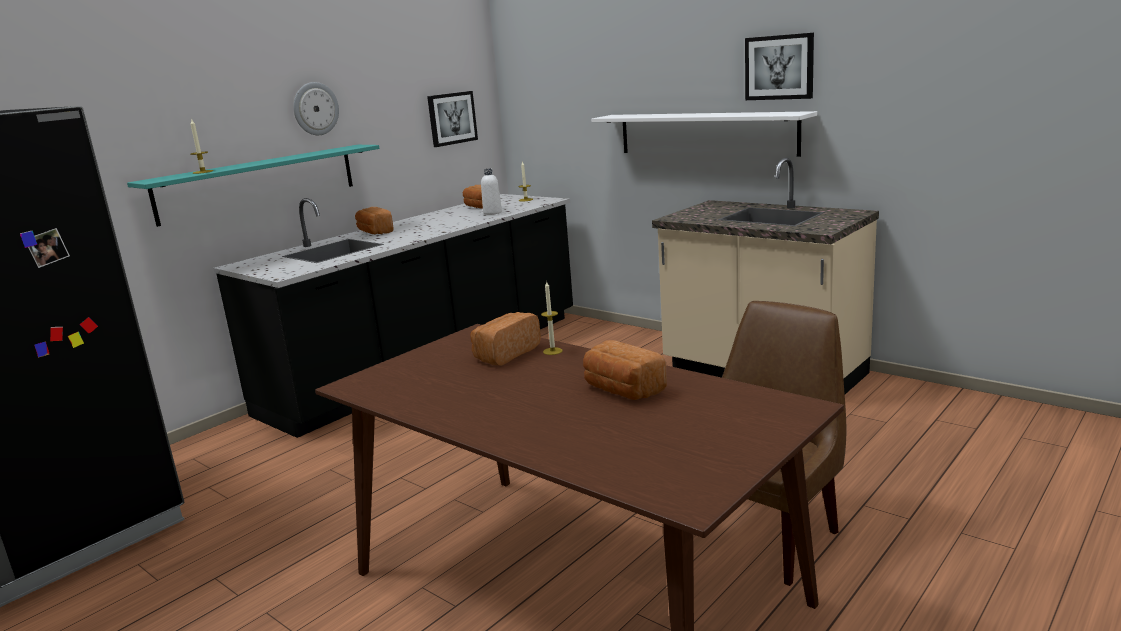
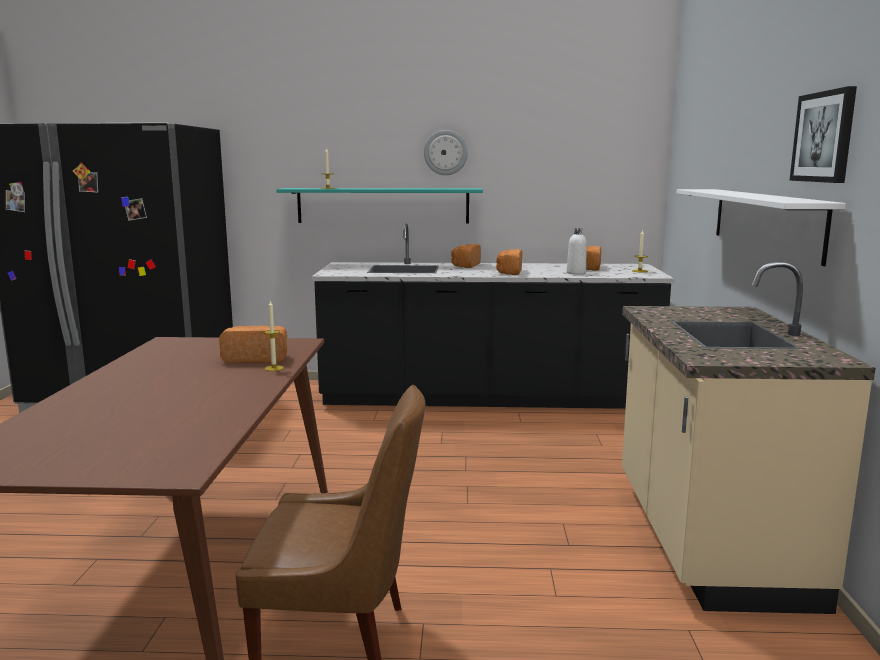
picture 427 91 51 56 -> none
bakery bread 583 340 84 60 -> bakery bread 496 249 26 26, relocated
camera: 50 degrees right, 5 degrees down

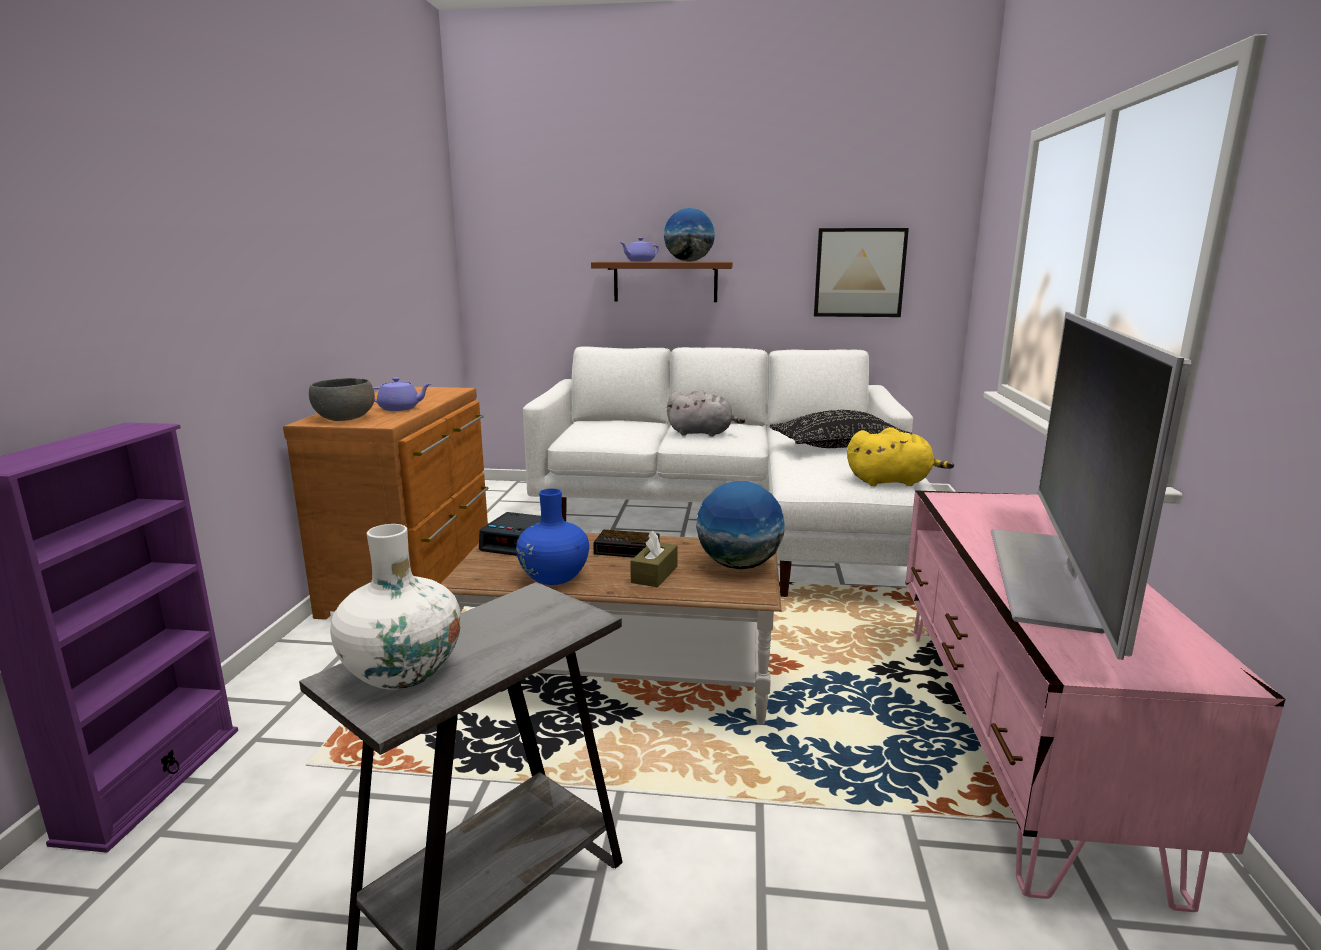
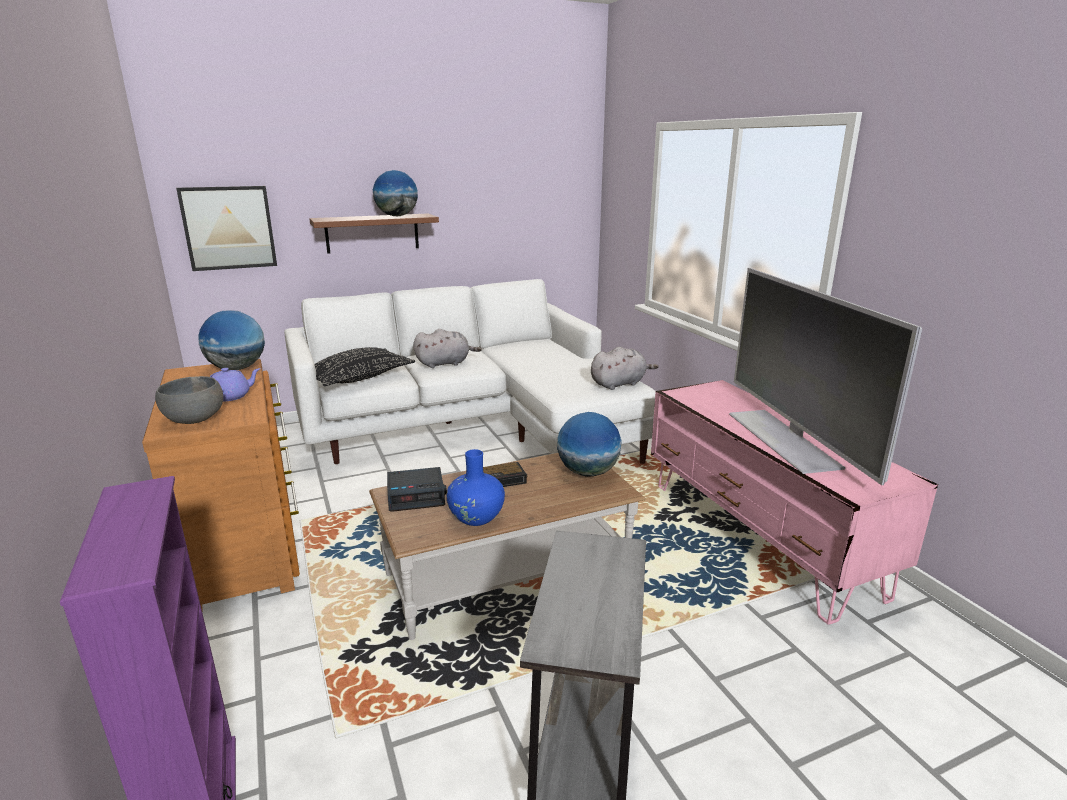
decorative vase (white) 330 524 131 166 -> none
pot for tea (purplish) 621 238 38 24 -> none
tissue holder (brown-coloured) 630 530 48 58 -> none
none -> globe 198 310 67 60
throw pillow (black) 770 410 142 38 -> throw pillow (black) 315 347 100 39, relocated
picture 814 228 95 89 -> picture 176 186 101 85, relocated
plush toy (yellow-coloured) 847 427 107 59 -> plush toy (grey) 591 347 67 43
camera: 30 degrees left, 5 degrees up

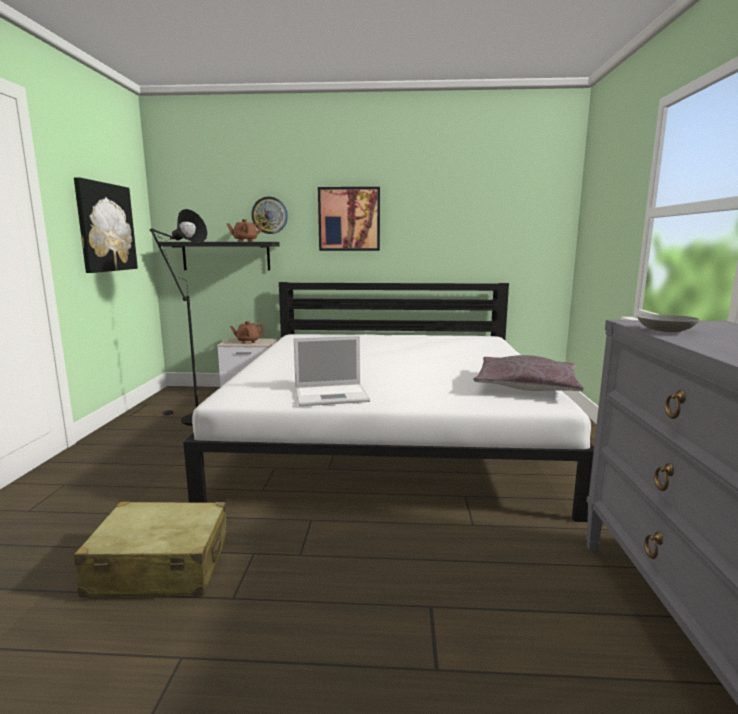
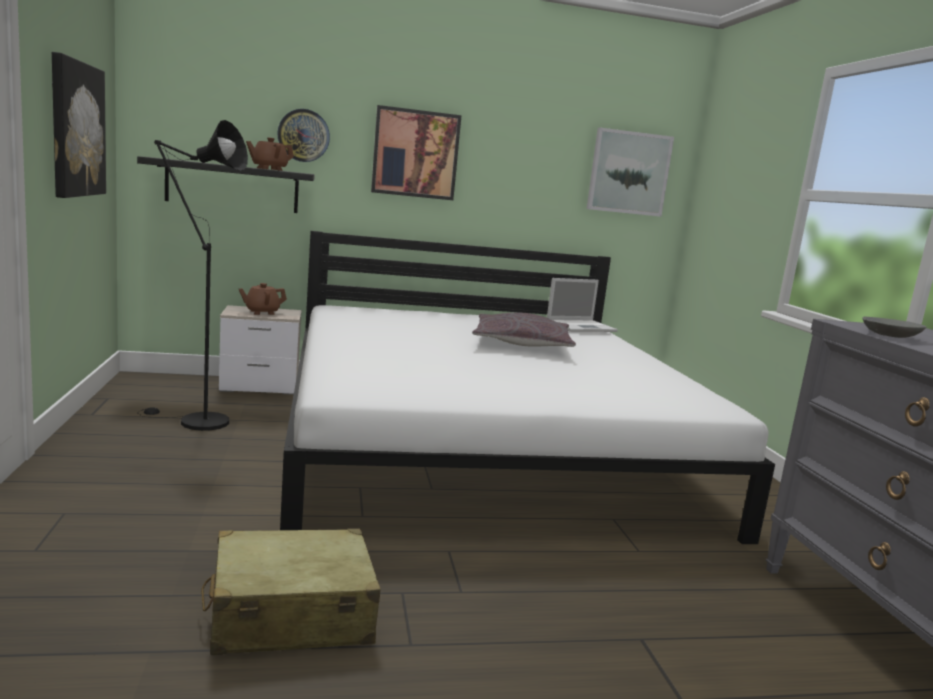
none -> picture 587 128 87 89
laptop 294 336 76 70 -> laptop 547 278 71 54, relocated
throw pillow (grey) 473 355 111 36 -> throw pillow (grey) 472 312 104 35, relocated
camera: 15 degrees left, 0 degrees up

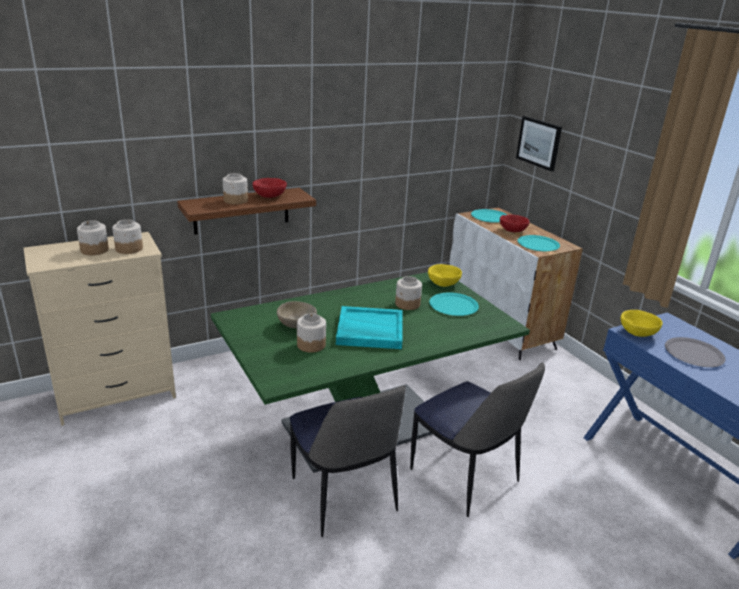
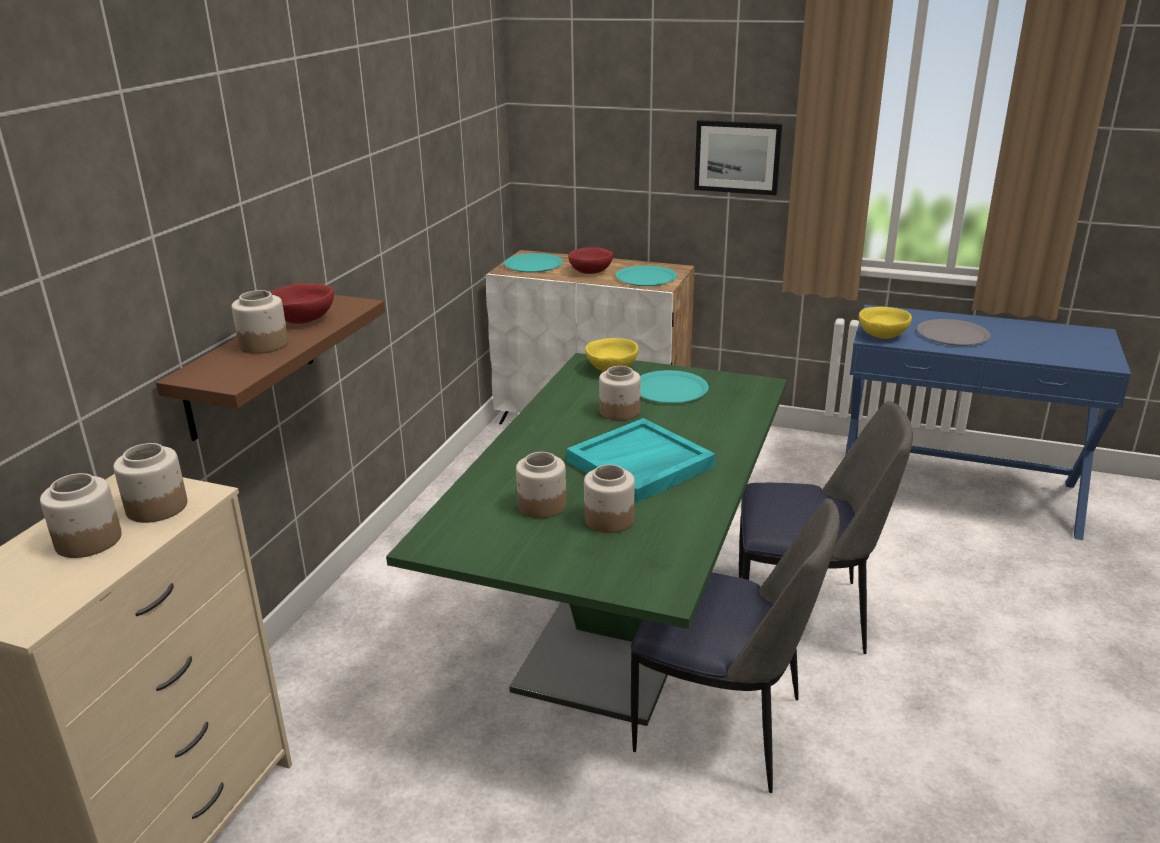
picture 516 116 46 55 -> picture 694 120 88 75, relocated
serving bowl (sand-coloured) 277 301 40 27 -> jar 516 452 50 66
camera: 40 degrees left, 0 degrees up

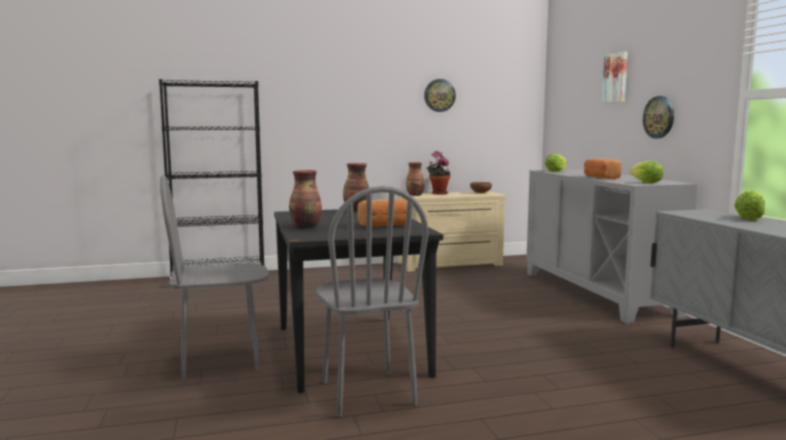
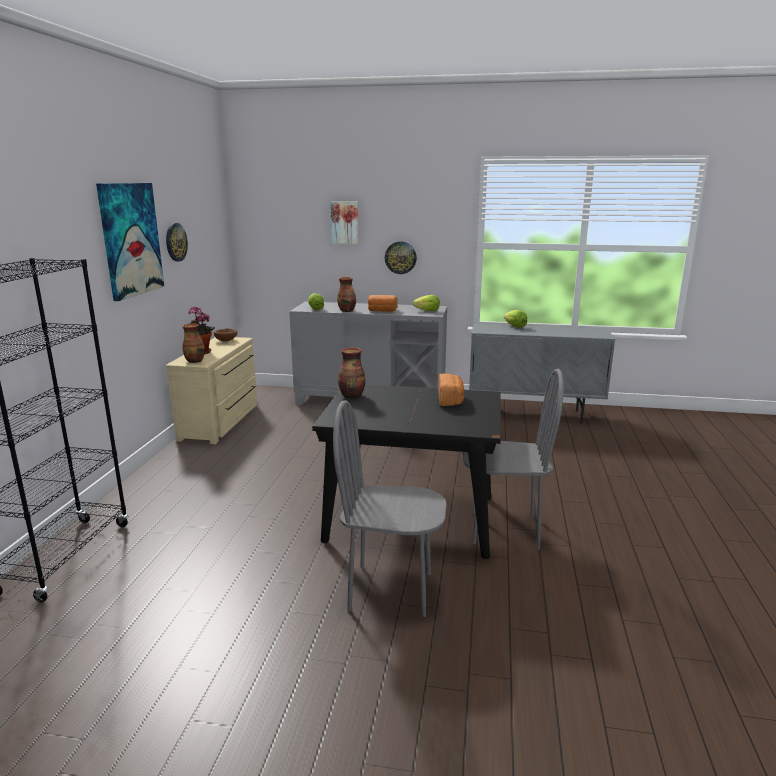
none -> picture 96 183 68 118
decorative vase 289 170 33 58 -> decorative vase 337 277 19 35, relocated
upright chair (grey) 160 175 109 205 -> upright chair (grey) 333 401 114 216, 90 degrees clockwise
camera: 65 degrees left, 10 degrees up

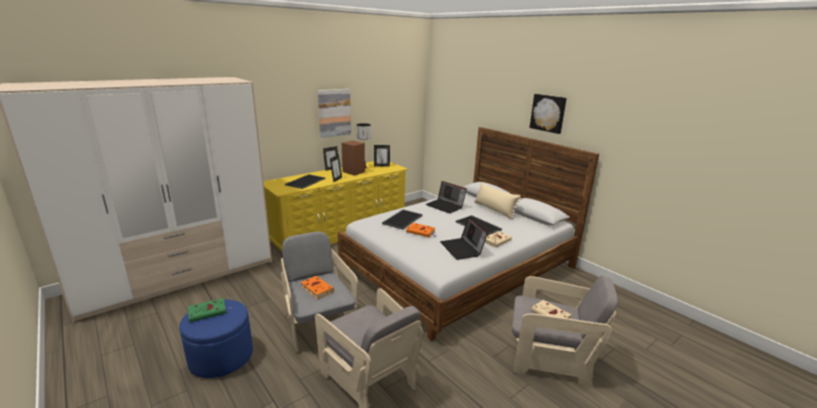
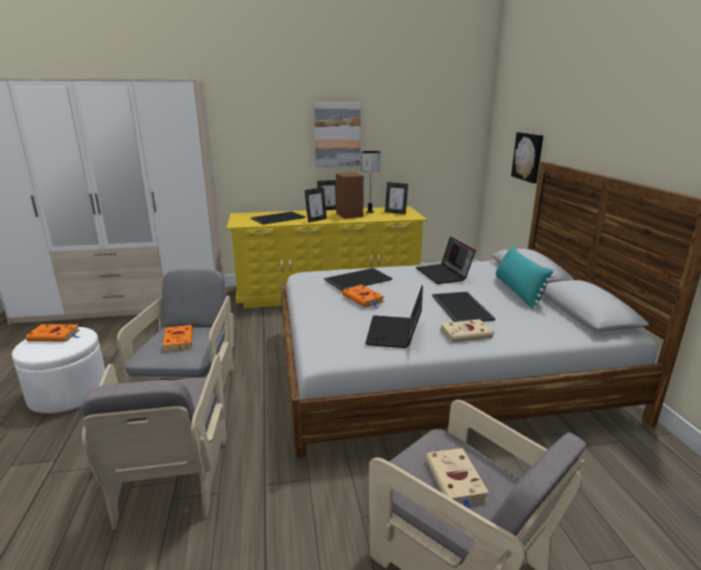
picture 530 94 37 40 -> picture 511 132 32 51, relocated
pouffe (blue) 179 300 74 78 -> pouffe (white) 12 327 93 87
book (greenish) 188 298 44 24 -> book (orangey) 26 324 54 18
throw pillow (sand-coloured) 474 182 48 37 -> throw pillow (turquoise) 496 246 59 63
camera: 30 degrees right, 0 degrees up

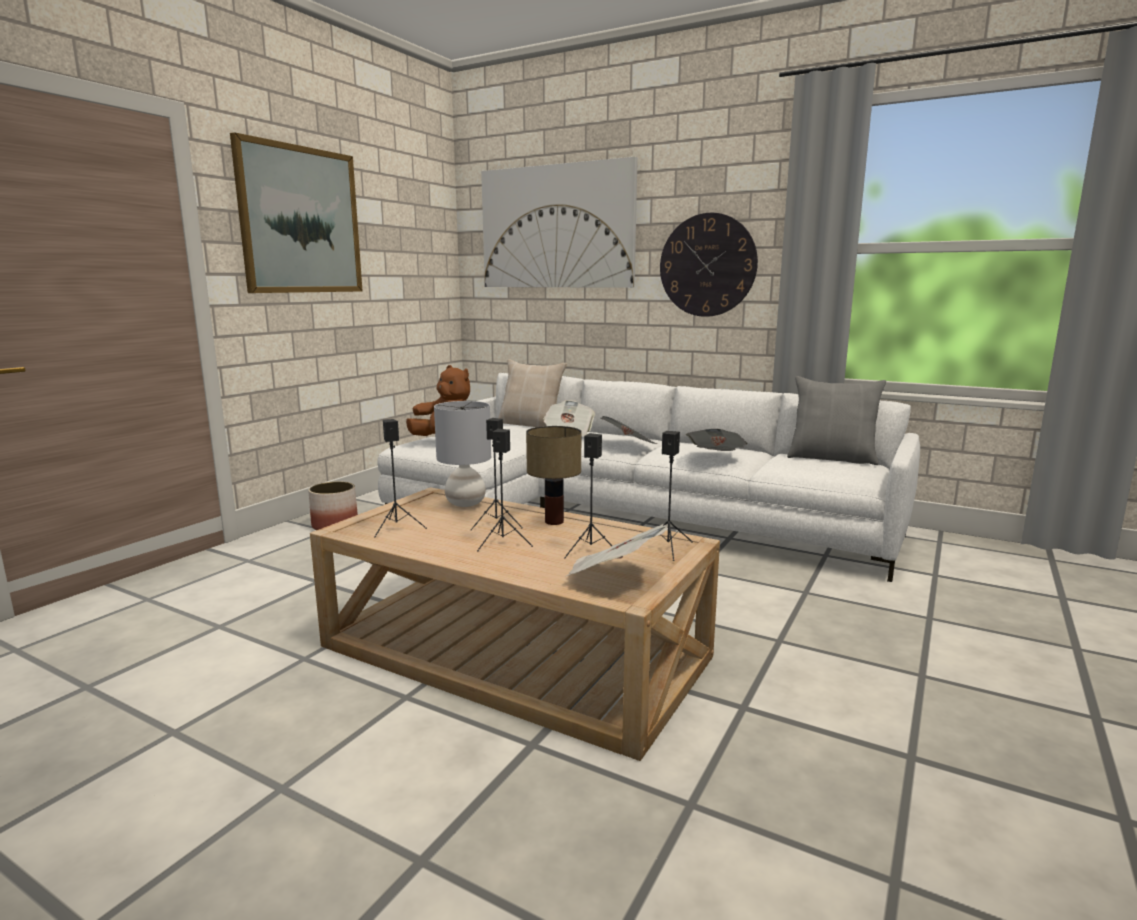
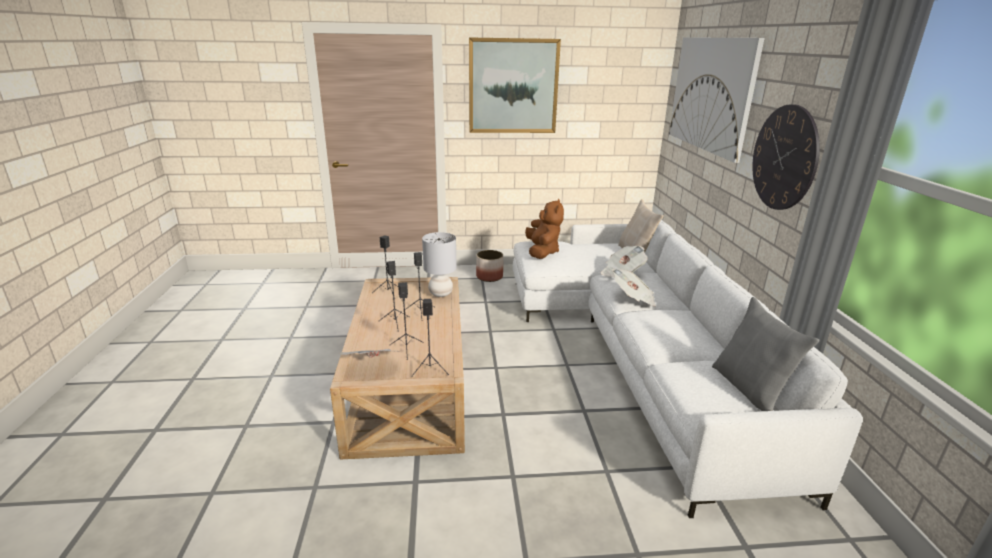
lamp for a table 526 426 55 99 -> none
daily paper 686 429 62 22 -> none
camera: 55 degrees right, 10 degrees up

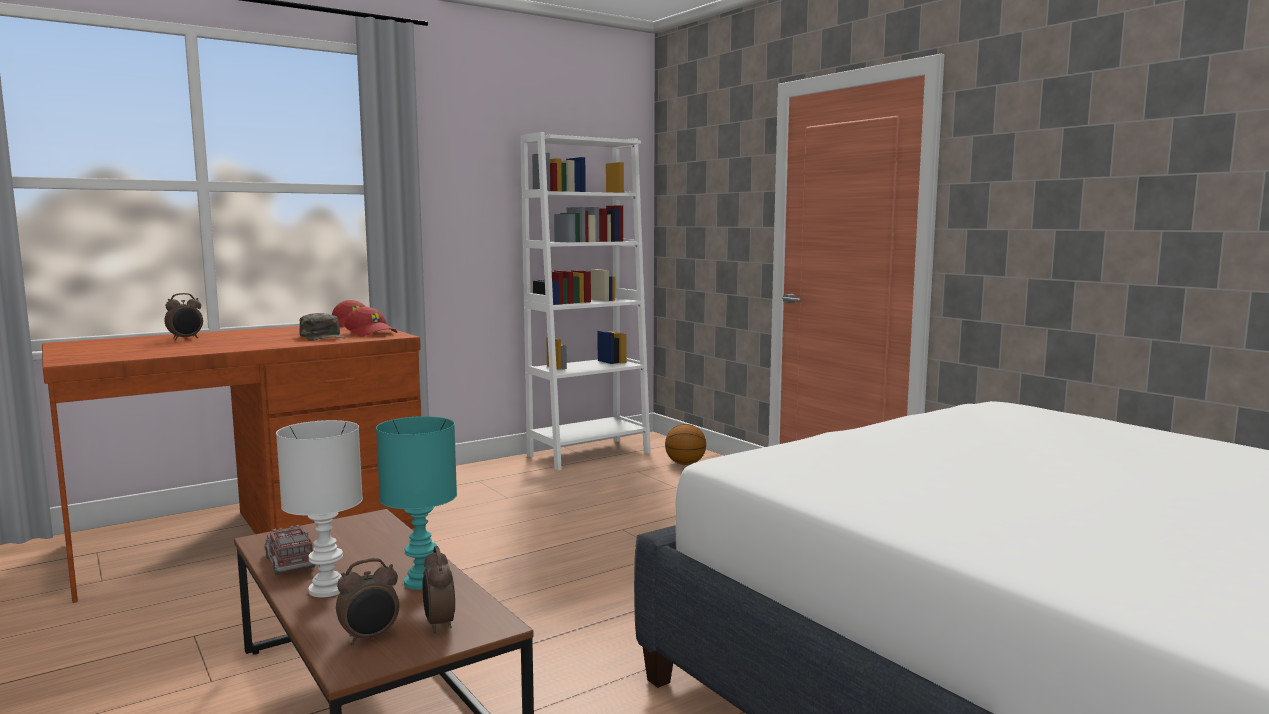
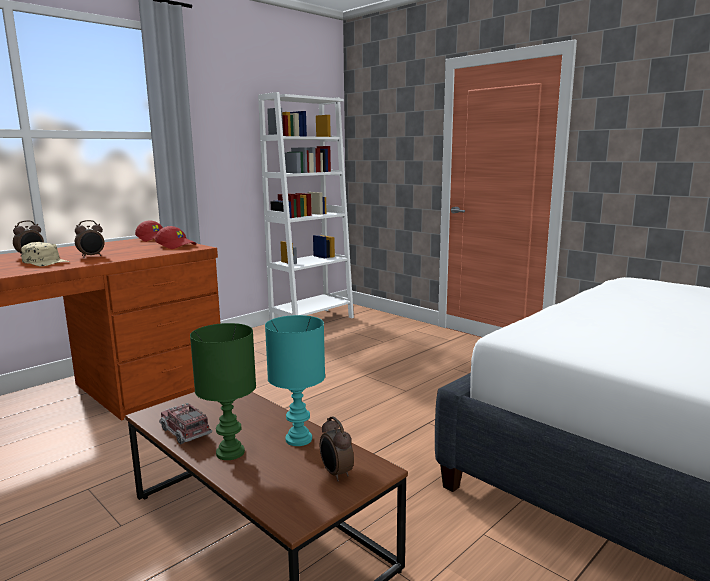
cap (greenish) 299 313 46 28 -> none
basketball ball 665 424 41 41 -> none
none -> cap (sand-coloured) 21 242 48 24
table clock 336 558 63 87 -> table clock 75 220 30 38, relocated
lamp for a table (white) 276 420 87 177 -> lamp for a table (greenish) 190 323 66 137
camera: 10 degrees left, 5 degrees up

